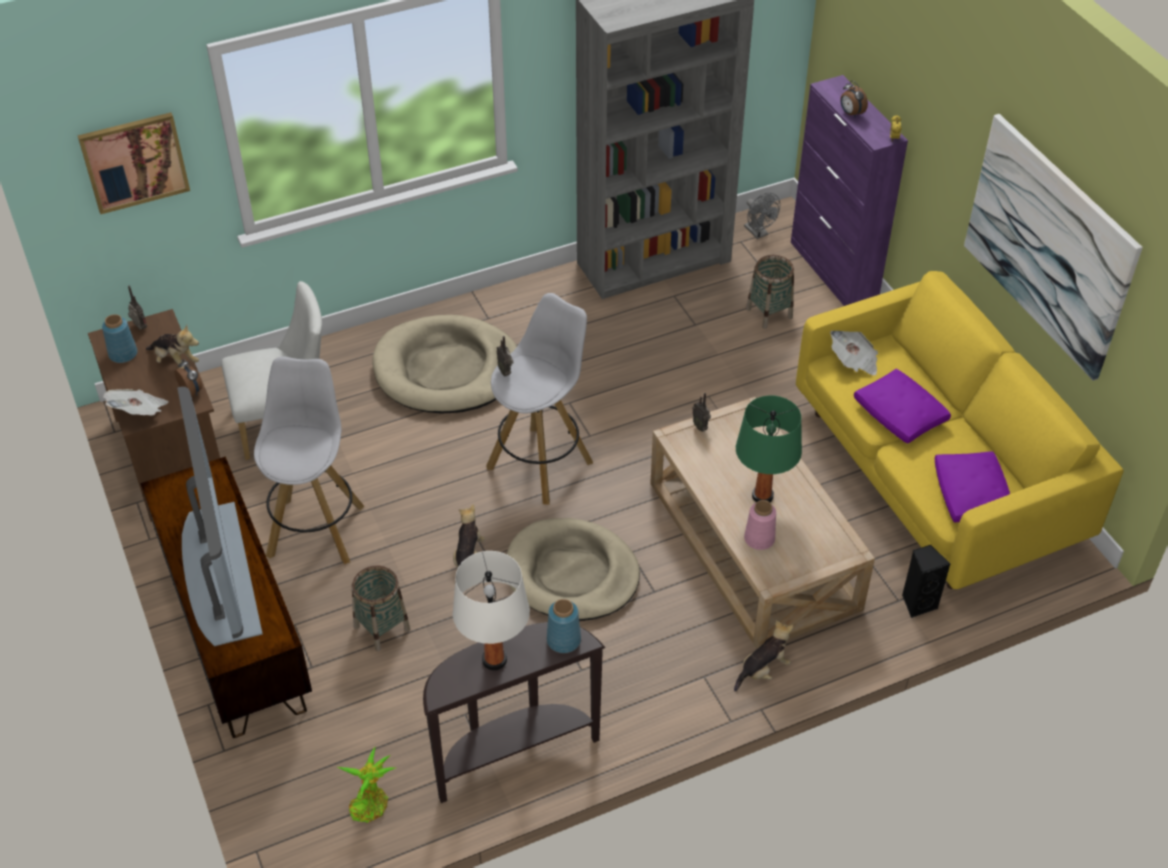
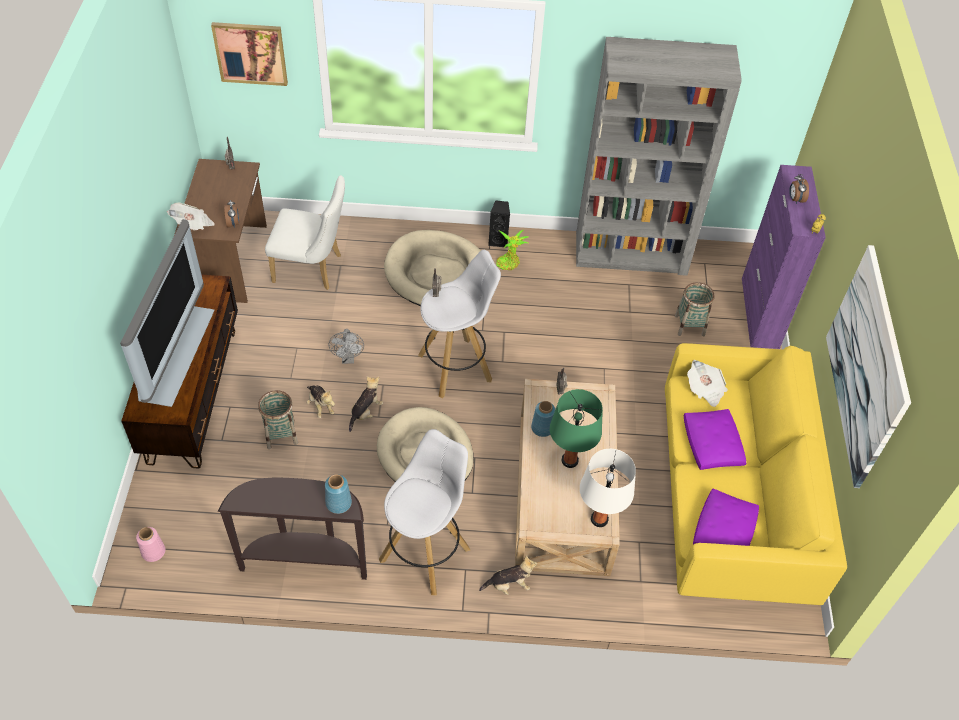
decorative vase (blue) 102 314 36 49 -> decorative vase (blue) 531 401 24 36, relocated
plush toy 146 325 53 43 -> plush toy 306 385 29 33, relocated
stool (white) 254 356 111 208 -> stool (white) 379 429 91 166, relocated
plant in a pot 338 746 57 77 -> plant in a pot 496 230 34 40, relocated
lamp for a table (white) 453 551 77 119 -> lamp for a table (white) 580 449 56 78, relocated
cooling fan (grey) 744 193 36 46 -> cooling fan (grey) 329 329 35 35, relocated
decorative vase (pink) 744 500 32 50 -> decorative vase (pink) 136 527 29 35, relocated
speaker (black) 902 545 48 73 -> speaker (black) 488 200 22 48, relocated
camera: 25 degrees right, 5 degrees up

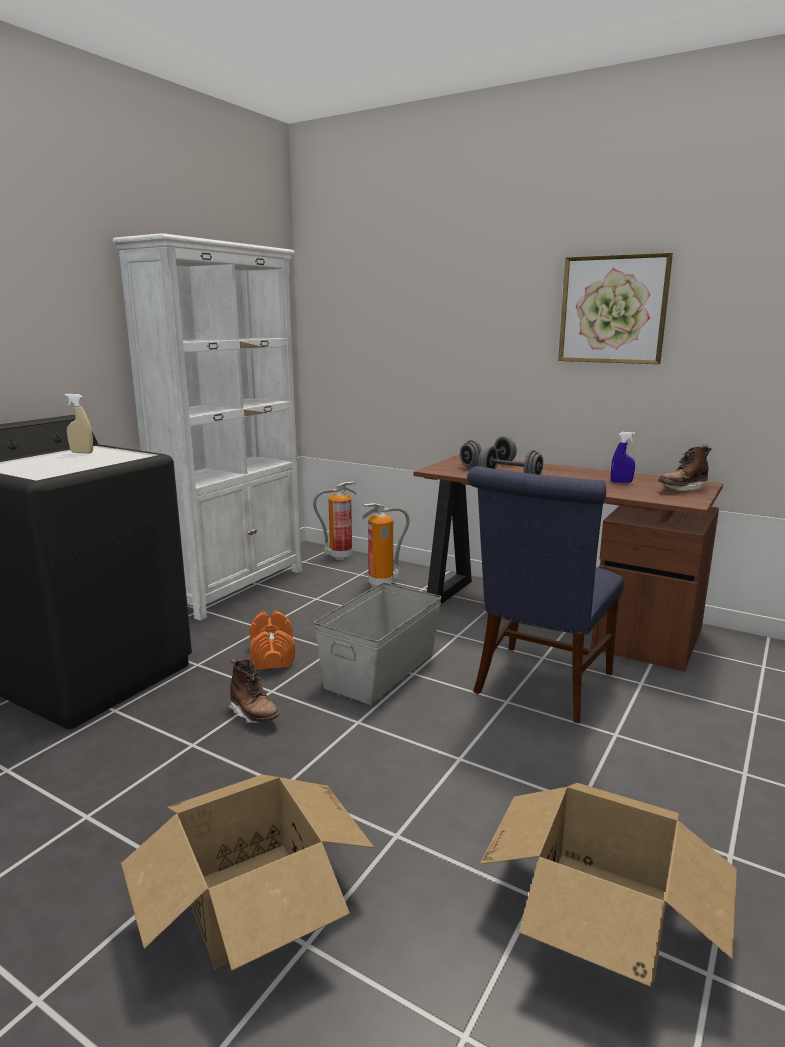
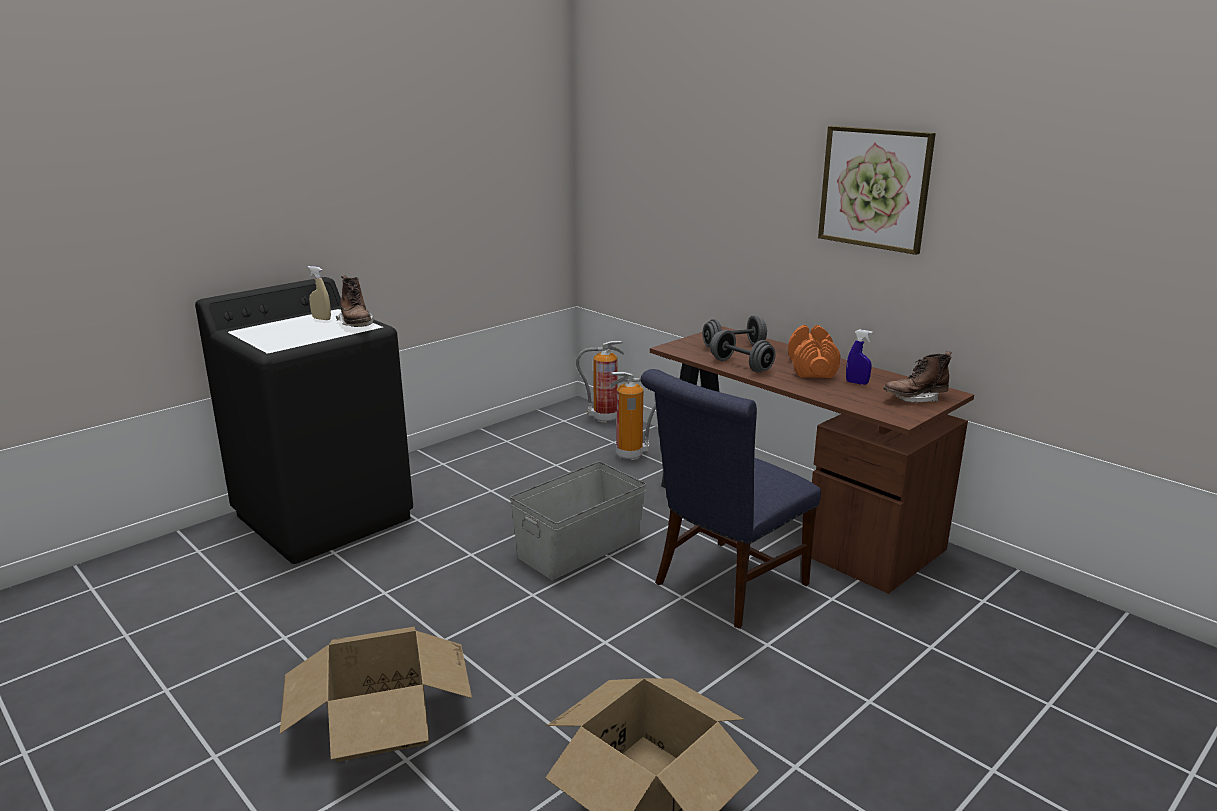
bookcase (white) 113 233 189 388 -> none
boot (brown-coloured) 228 658 52 65 -> boot (brown-coloured) 336 275 37 52, relocated
free weight (orangey) 249 611 46 59 -> free weight (orangey) 788 325 52 53, relocated
camera: 15 degrees right, 5 degrees up

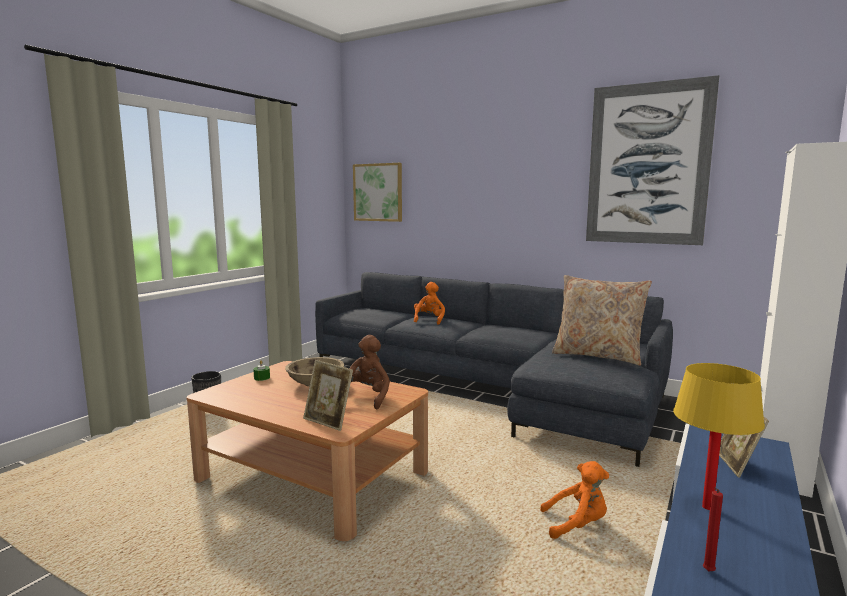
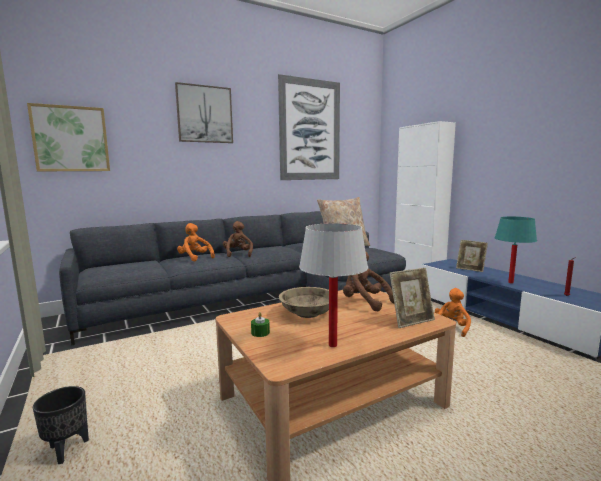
none -> picture 175 82 58 61
none -> plush toy (brown-coloured) 223 221 30 36
none -> lamp for a table (white) 299 223 69 124
lamp for a table (yellow-coloured) 673 363 92 147 -> lamp for a table (turquoise) 495 216 42 67
camera: 60 degrees left, 0 degrees up

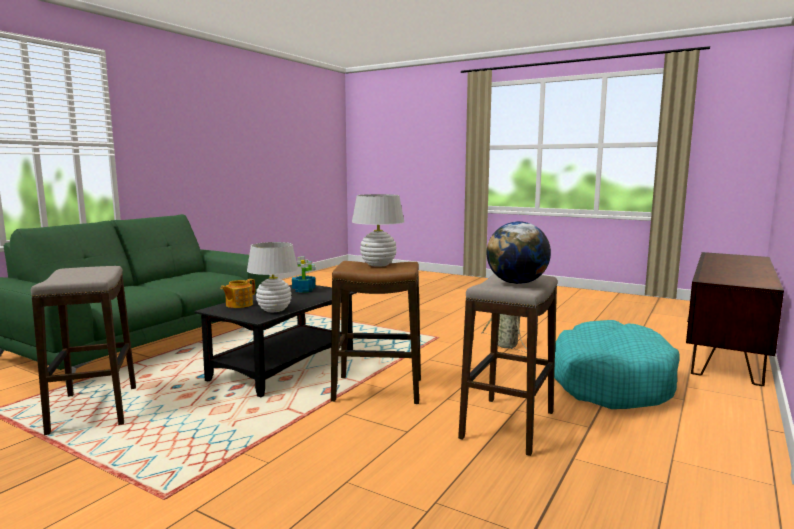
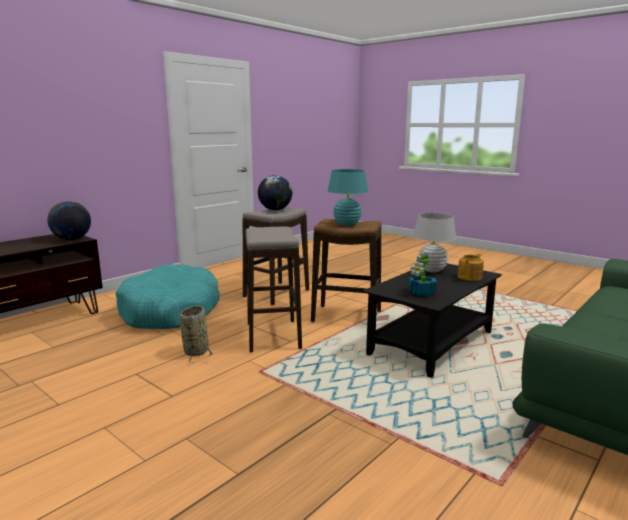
none -> globe 48 201 43 39
stool 31 266 105 169 -> stool 246 227 56 125, relocated
lamp for a table (white) 352 194 52 73 -> lamp for a table (turquoise) 328 169 40 57
camera: 170 degrees left, 5 degrees up

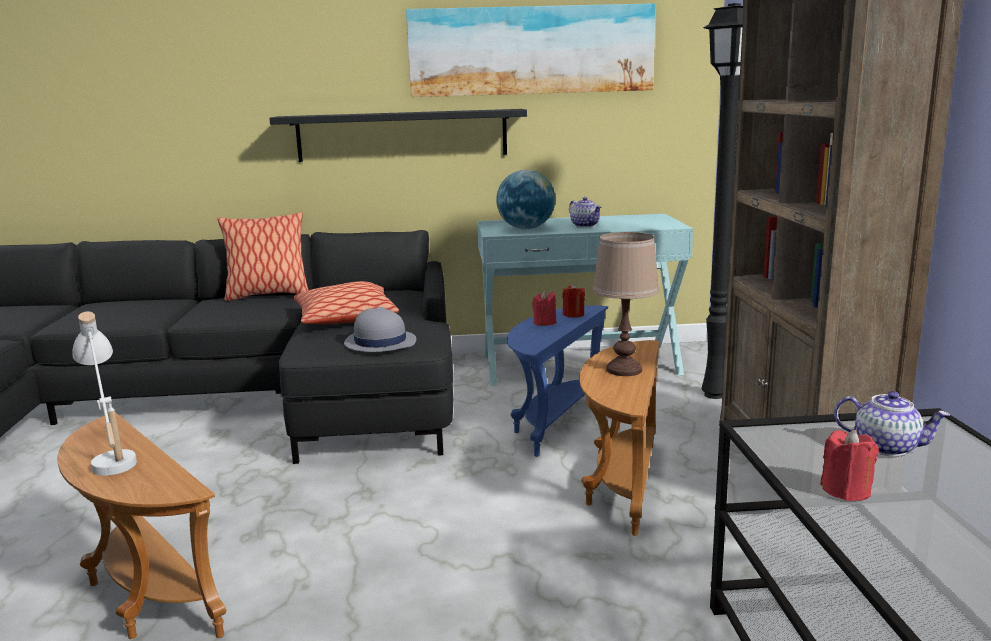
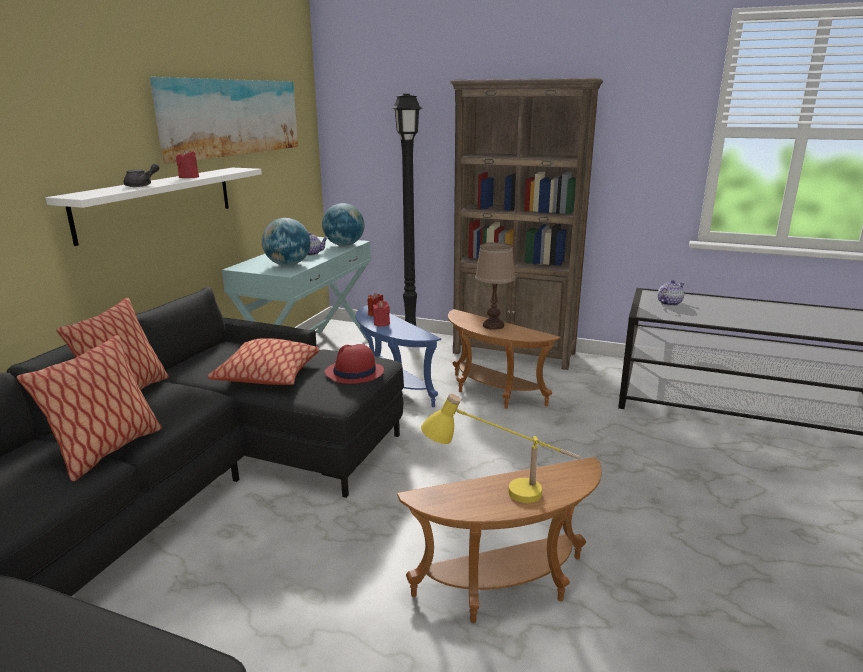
none -> throw pillow 16 335 146 146
none -> pot for tea (grey) 124 164 35 23
none -> globe 322 203 43 43
wax candle (reddish) 820 430 59 71 -> wax candle (reddish) 176 149 23 29, relocated
lamp for a table (white) 72 312 65 164 -> lamp for a table (yellow-coloured) 421 394 160 109
bracket shelf (black) 269 109 258 53 -> bracket shelf (white) 46 168 216 78
wearable hat (grey) 344 307 72 45 -> wearable hat (reddish) 325 344 59 40
camera: 65 degrees left, 5 degrees up

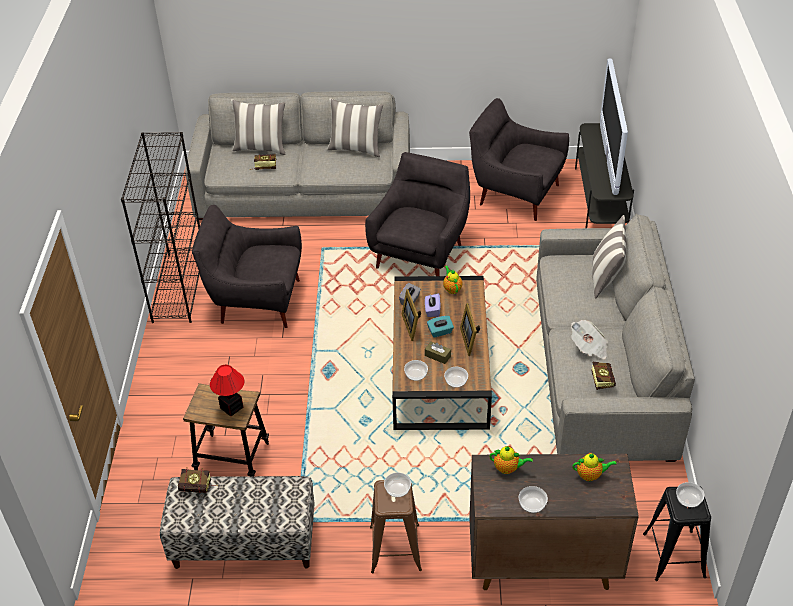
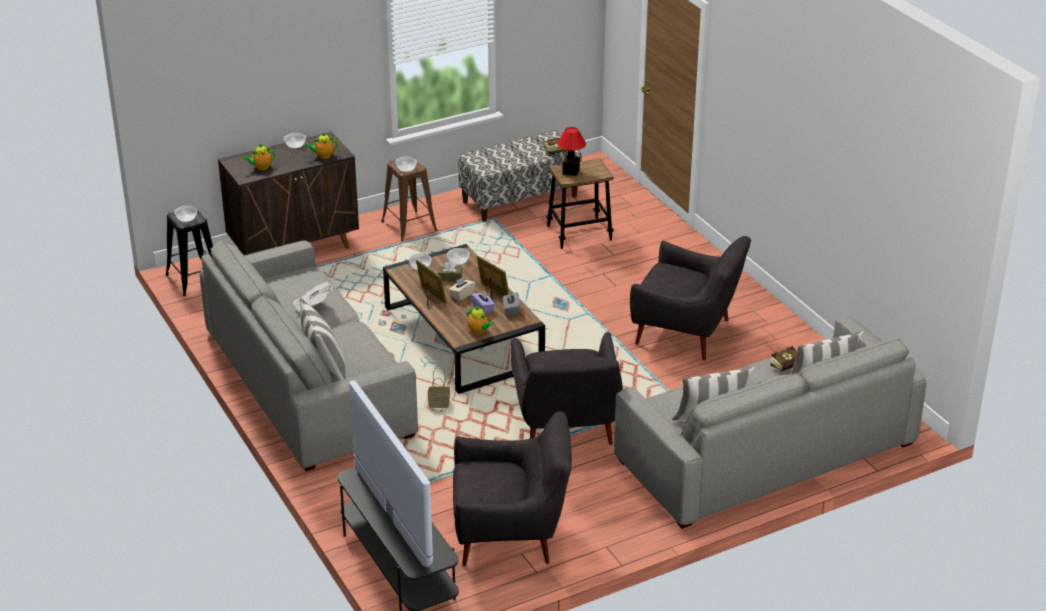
bookcase (black) 121 132 79 191 -> none
book 591 362 25 28 -> none
none -> storage basket 428 366 22 42
tissue holder (turquoise) 427 316 27 22 -> tissue holder (sand-coloured) 449 277 27 24
lounge chair (grey) 192 205 110 123 -> lounge chair (grey) 630 236 121 124, 45 degrees clockwise
camera: 150 degrees right, 10 degrees down

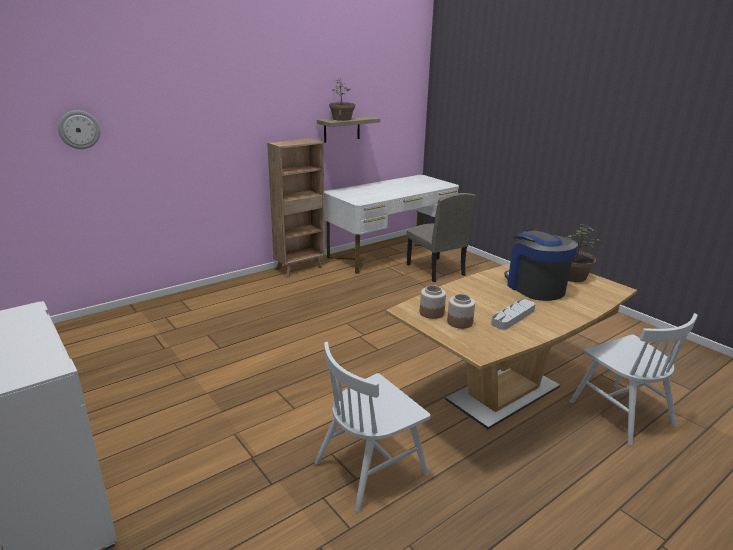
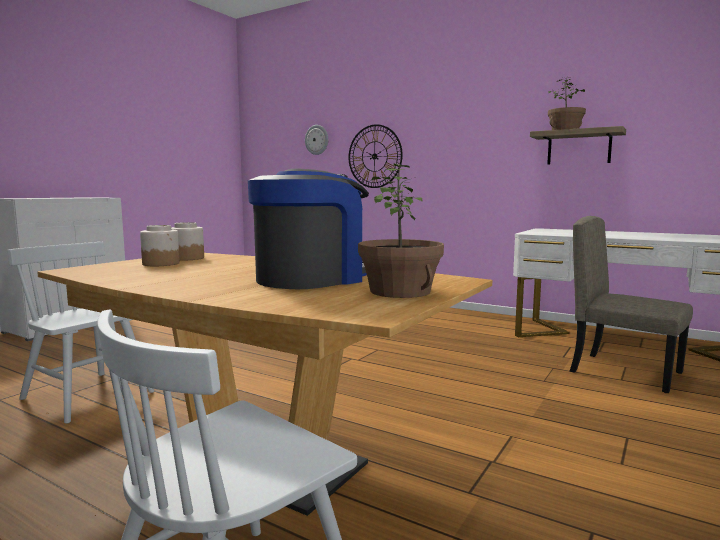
bookcase (brown-coloured) 267 138 58 139 -> none
serving tray (grey) 491 299 44 31 -> none
none -> clock on the wall 349 124 54 64
upright chair (sand-coloured) 407 193 69 89 -> upright chair (sand-coloured) 570 216 123 177, 90 degrees clockwise
camera: 70 degrees right, 15 degrees down

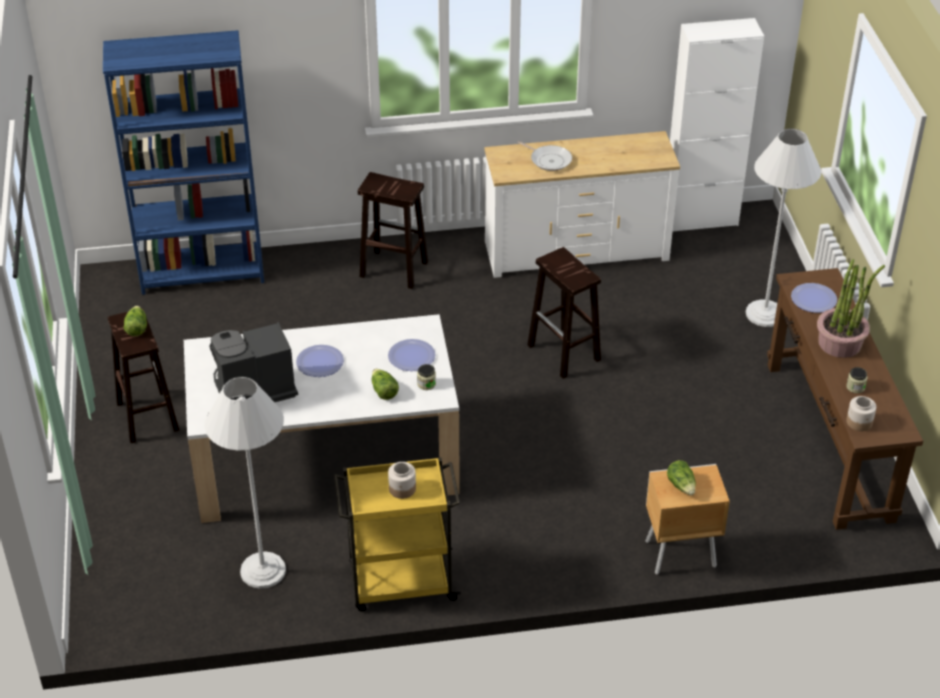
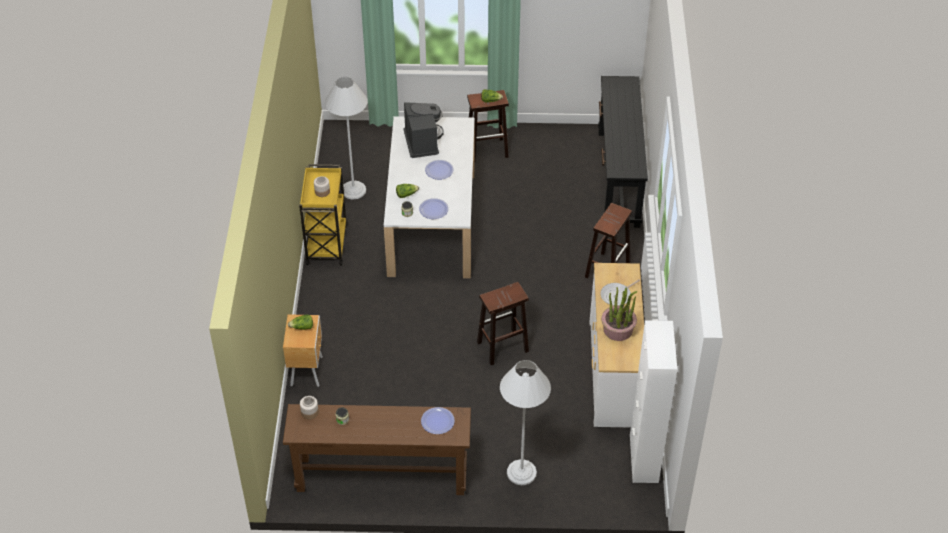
plant in a pot 817 259 68 99 -> plant in a pot 601 287 36 54, relocated
bookcase (blue) 103 30 161 265 -> hall table (black) 598 76 50 152
camera: 100 degrees right, 5 degrees up

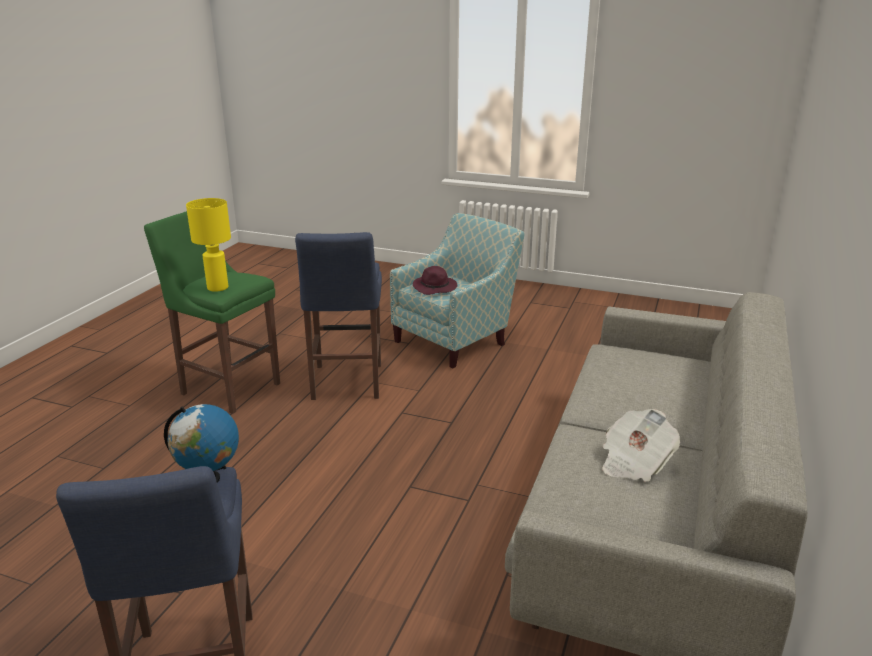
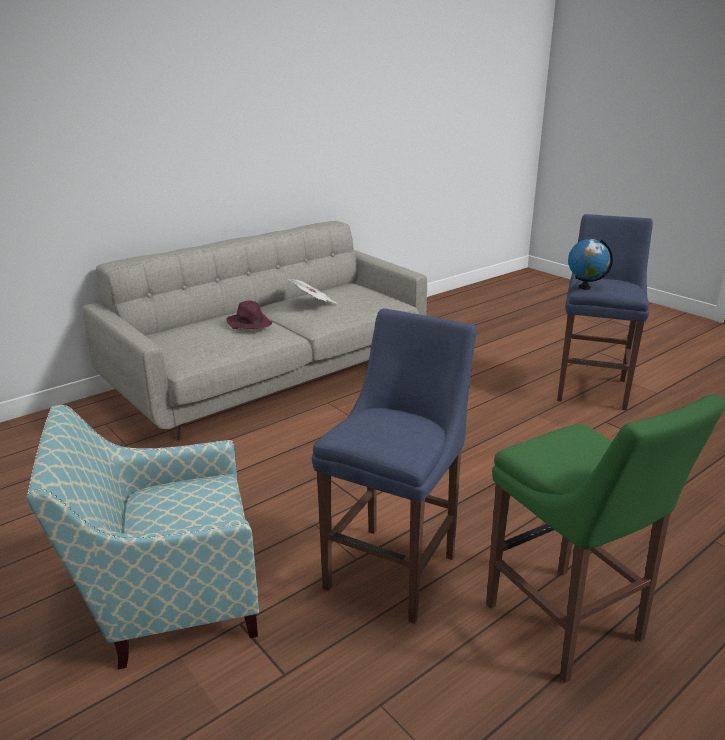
lamp for a table (yellow-coloured) 186 198 45 94 -> none
wearable hat (purplish) 413 266 44 29 -> wearable hat (purplish) 226 300 46 29, relocated
camera: 150 degrees left, 0 degrees up

